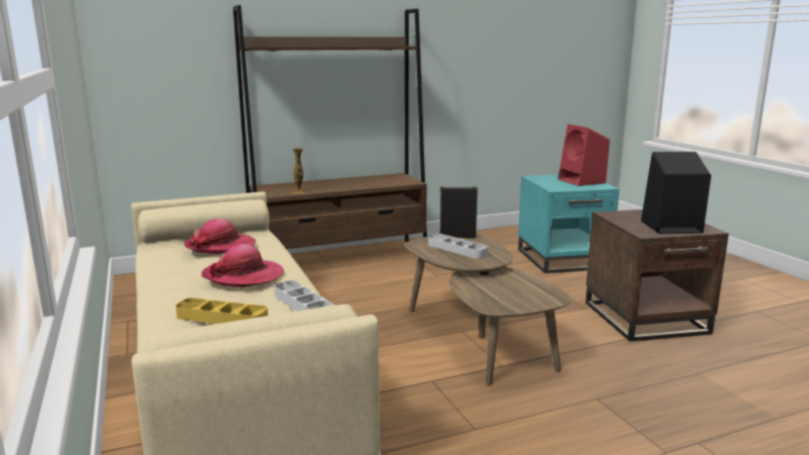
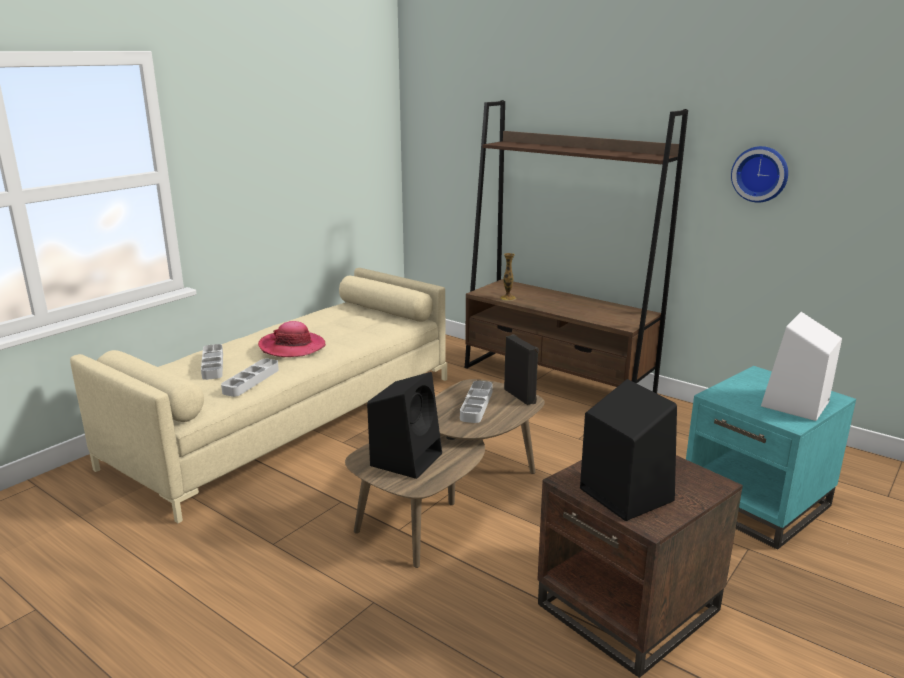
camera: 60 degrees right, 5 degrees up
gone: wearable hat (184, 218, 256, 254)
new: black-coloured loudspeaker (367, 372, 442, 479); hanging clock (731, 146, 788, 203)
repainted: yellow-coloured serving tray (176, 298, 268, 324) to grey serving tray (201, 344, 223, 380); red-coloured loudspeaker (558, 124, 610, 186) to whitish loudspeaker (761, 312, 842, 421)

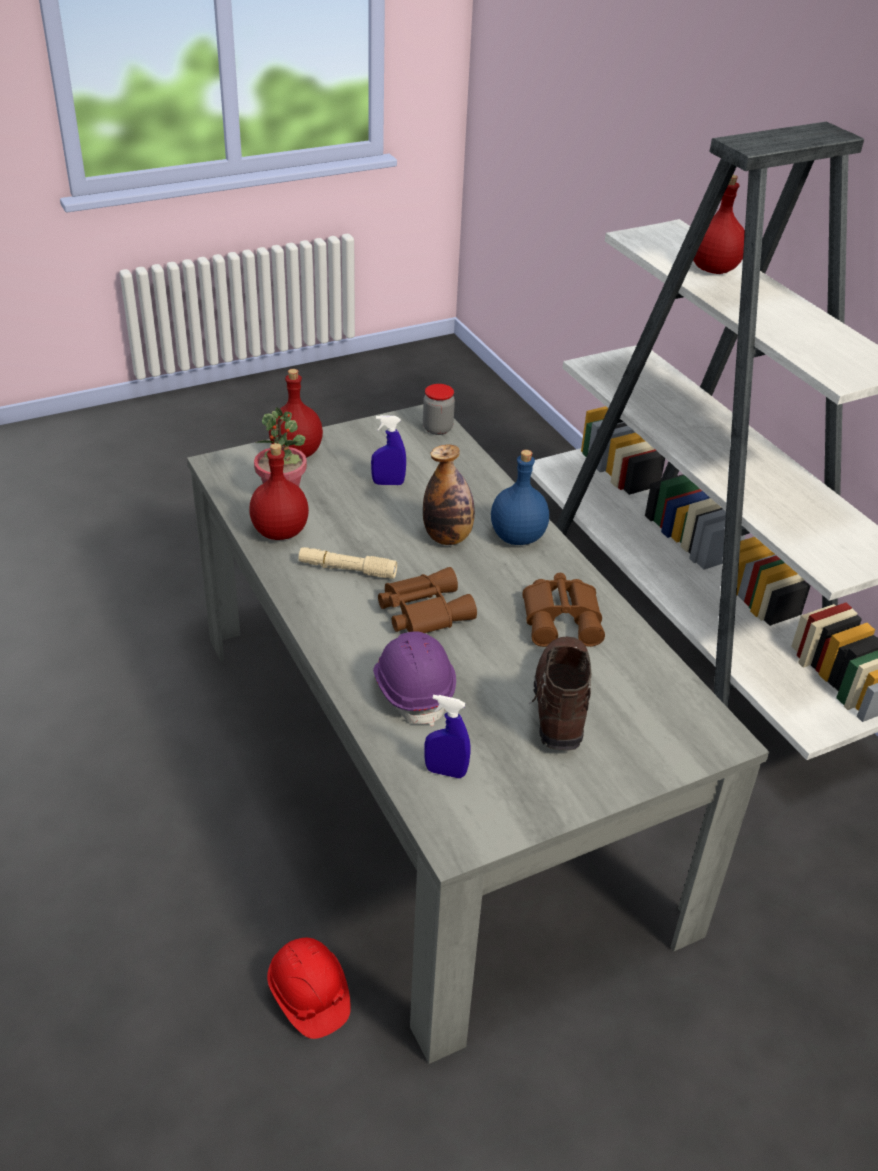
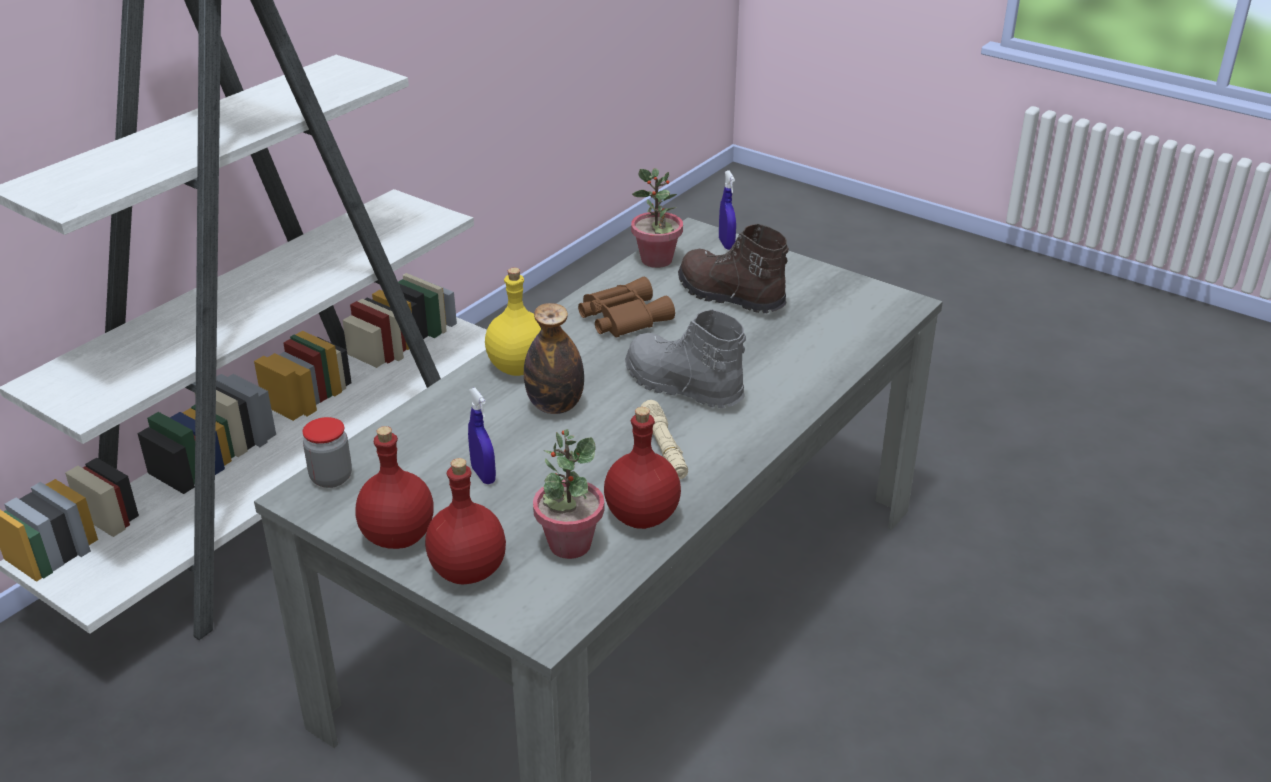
camera: 115 degrees left, 5 degrees down
gone: red-coloured hard hat (267, 938, 351, 1039); purplish hard hat (373, 632, 456, 726)
new: houseplant (631, 168, 683, 268)
shifted: red-coloured drink bottle (693, 175, 745, 274) to (355, 426, 434, 549); bluish sprayer (424, 695, 470, 778) to (719, 170, 736, 250)
swapped: brownish pair of binoculars (378, 567, 477, 633) to grey tall boot (625, 309, 746, 408)
repainted: bluish drink bottle (491, 450, 549, 545) to yellow-coloured drink bottle (485, 268, 541, 376)
rotated: brownish tall boot (529, 637, 592, 751) = (678, 224, 789, 313) 60 degrees clockwise

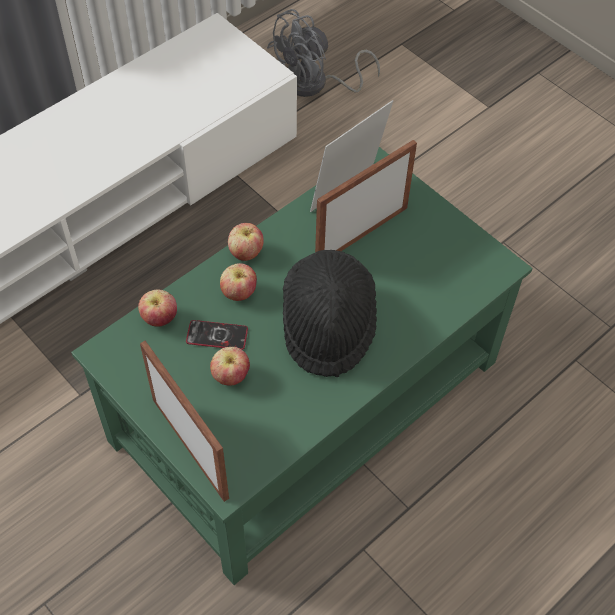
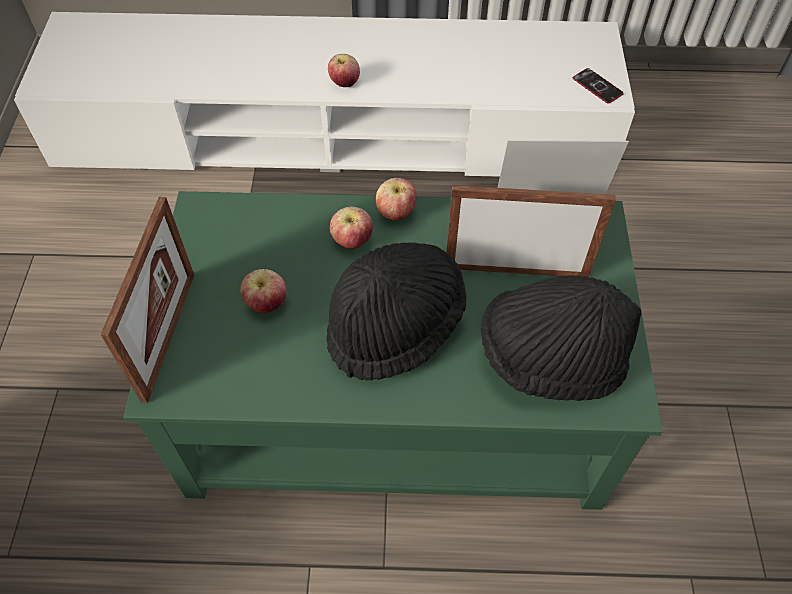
camera: 45 degrees right, 0 degrees up
gone: grey fan (267, 9, 380, 97)
new: black-coloured wearable hat (481, 275, 641, 401)
shifted: apple fruit (138, 290, 177, 327) to (328, 54, 360, 87); telephone (186, 320, 248, 350) to (573, 68, 624, 104)

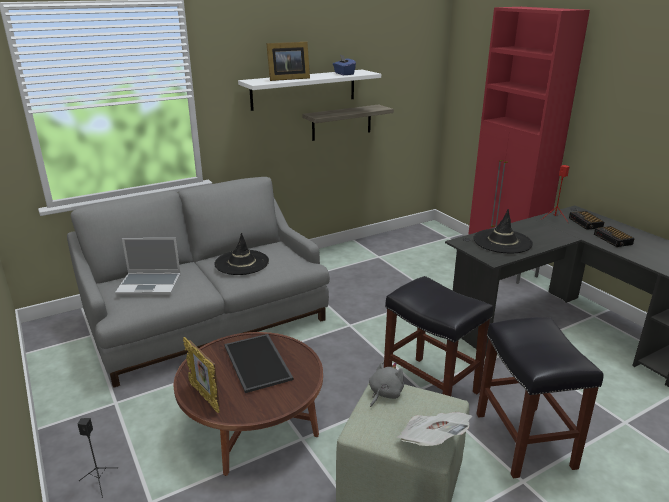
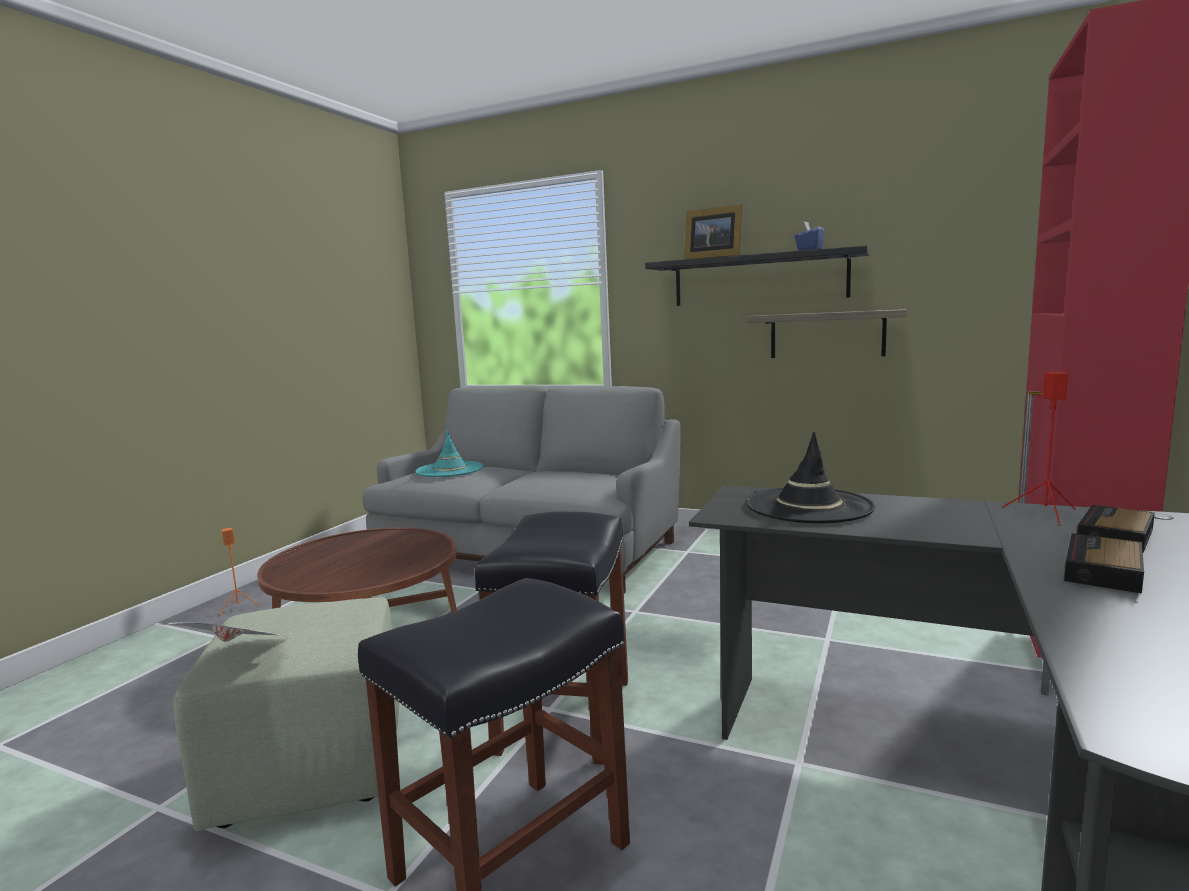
camera: 55 degrees right, 15 degrees down
gone: photo frame (183, 337, 220, 413); black-coloured wearable hat (214, 233, 269, 275); serving tray (224, 334, 293, 393); grey soft toy (369, 360, 404, 407)
swapped: portable computer (115, 238, 181, 295) to blue-green wearable hat (416, 430, 483, 477)
repainted: black-coloured loudspeaker (77, 418, 118, 498) to orangey loudspeaker (218, 528, 262, 617); whitish shelf (238, 70, 381, 111) to black-coloured shelf (645, 246, 870, 306)

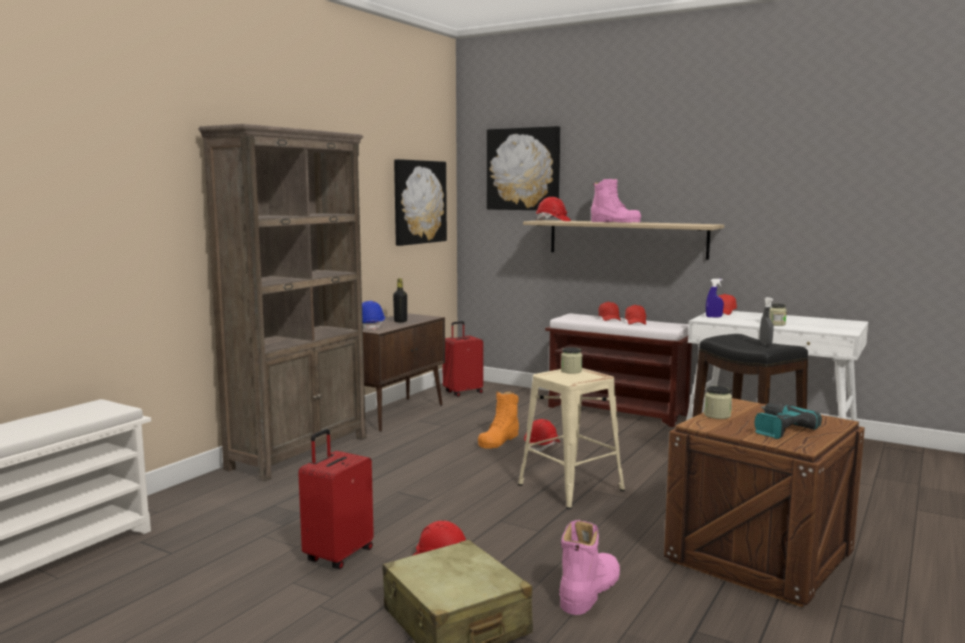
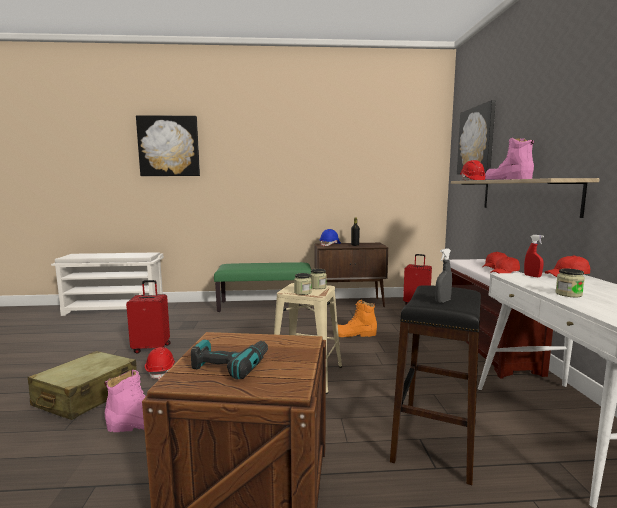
camera: 55 degrees right, 0 degrees up
gone: red-coloured hard hat (524, 419, 560, 453)
shifted: wall picture (394, 159, 447, 246) to (136, 115, 200, 176); preserve jar (704, 386, 732, 419) to (294, 273, 312, 295)
swapped: brownish bookshelf (198, 124, 367, 481) to greenish long seat (214, 262, 312, 312)
repainted: bluish sprayer (706, 279, 724, 317) to red-coloured sprayer (524, 235, 544, 277)
rotated: pinkish tall boot (591, 179, 641, 223) = (485, 138, 534, 179) 150 degrees clockwise

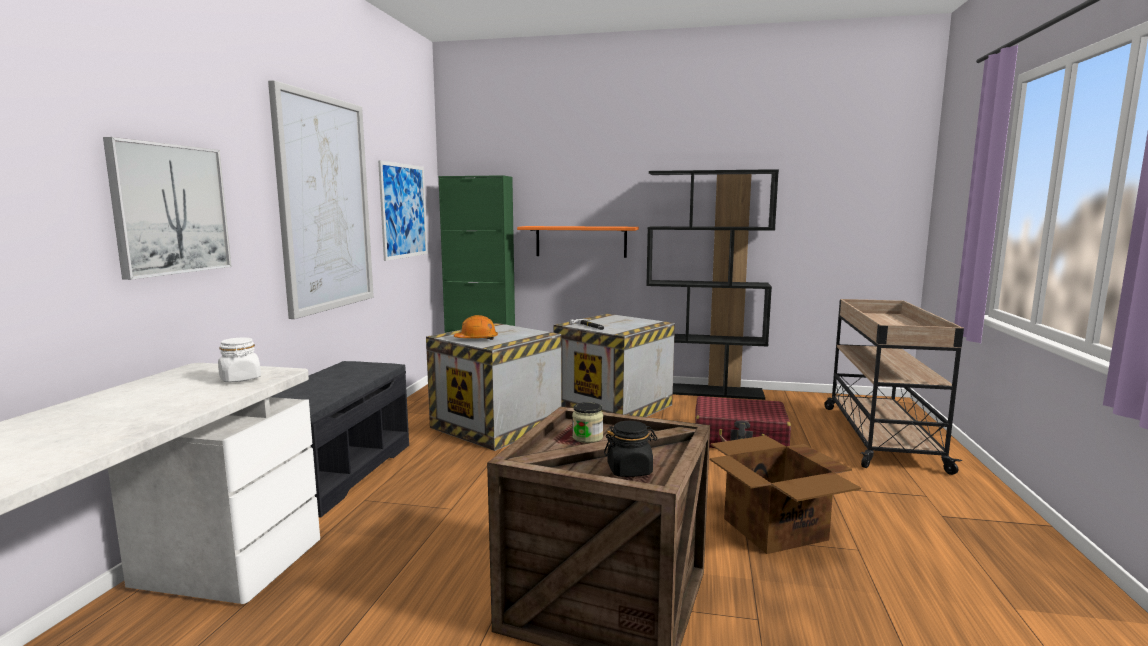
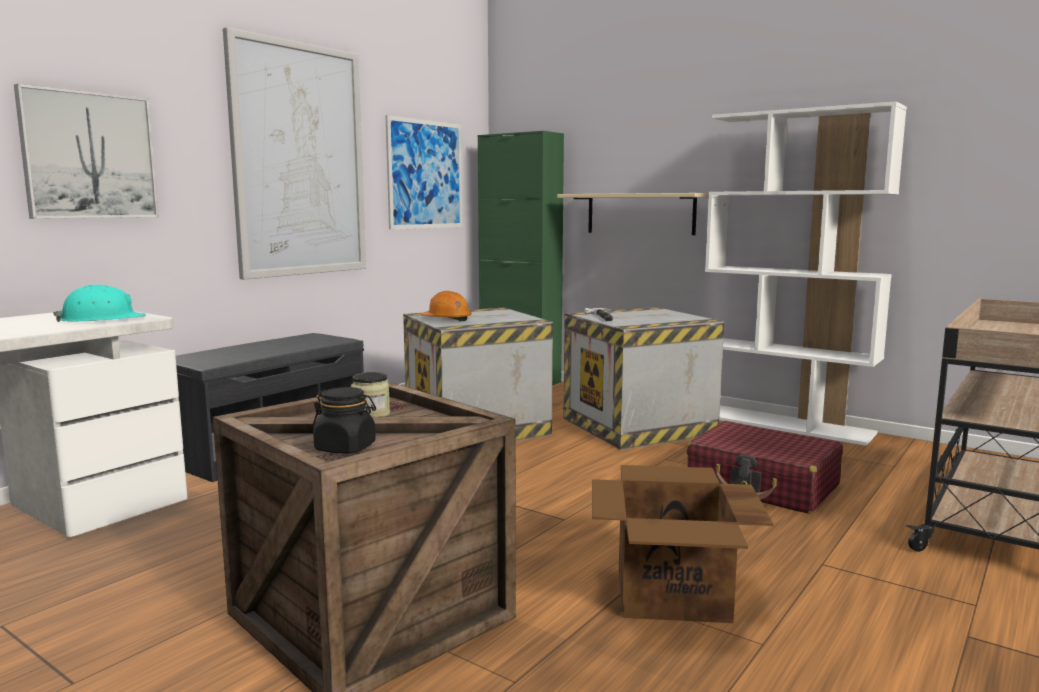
camera: 25 degrees right, 0 degrees up
swapped: whitish preserve jar (218, 337, 261, 382) to blue-green hard hat (53, 285, 146, 322)
repainted: orangey shelf (517, 226, 639, 258) to beige-coloured shelf (557, 193, 709, 235); black-coloured bookshelf (646, 169, 779, 400) to whitish bookshelf (705, 101, 907, 446)

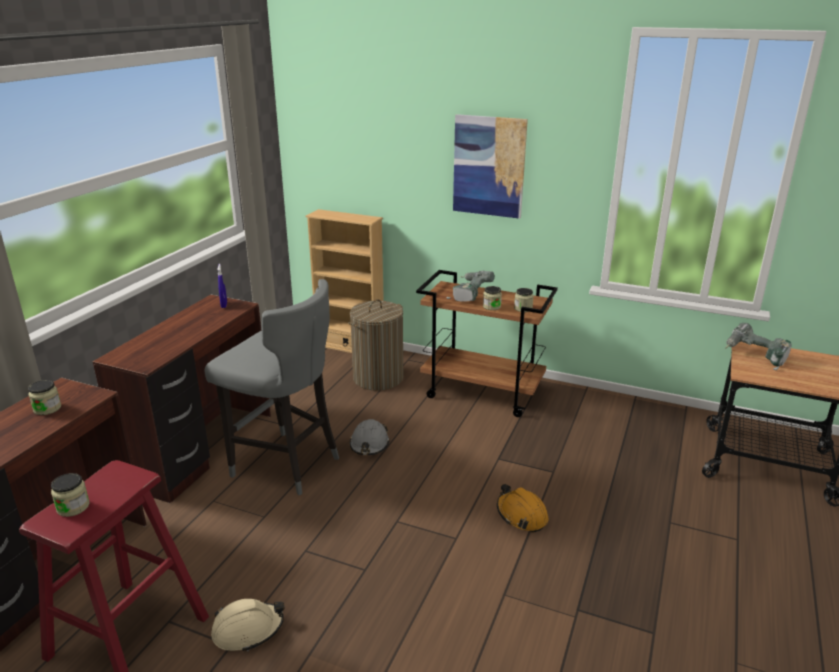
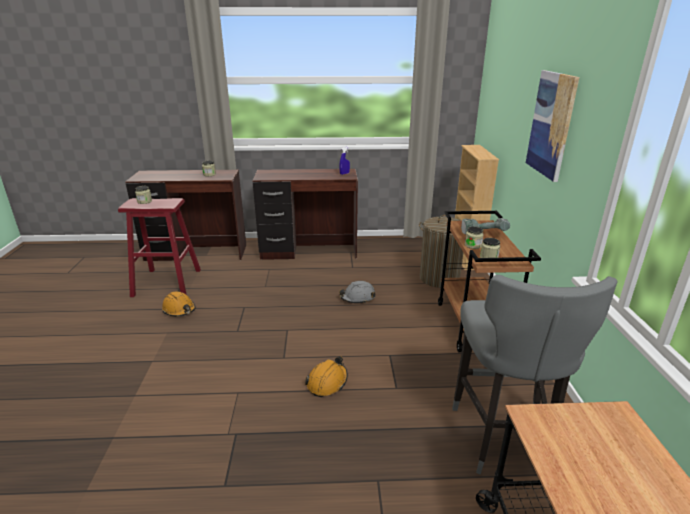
camera: 65 degrees right, 0 degrees up
gone: drill (725, 323, 792, 370)
shifted: grey stool seat (205, 279, 339, 495) to (452, 275, 618, 475)
repainted: beige-coloured hard hat (211, 599, 284, 652) to orangey hard hat (162, 292, 196, 317)

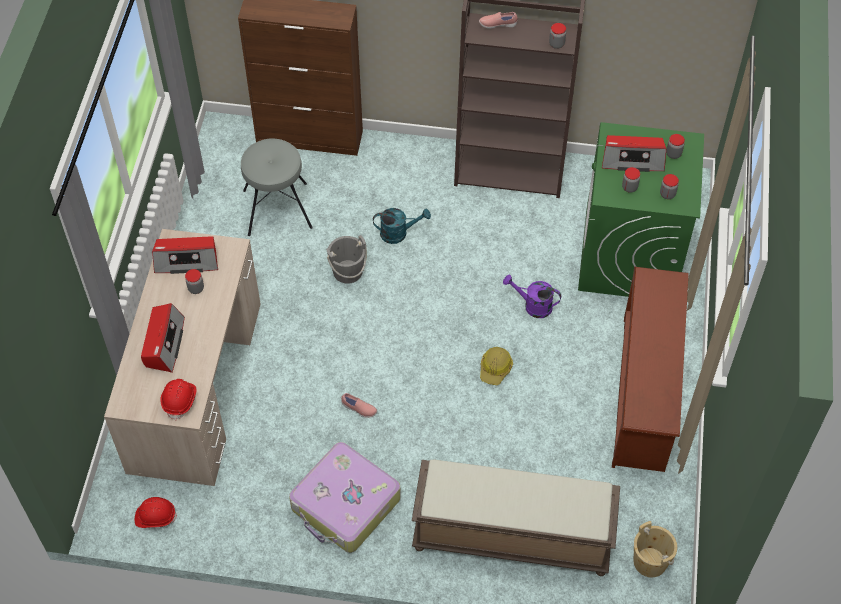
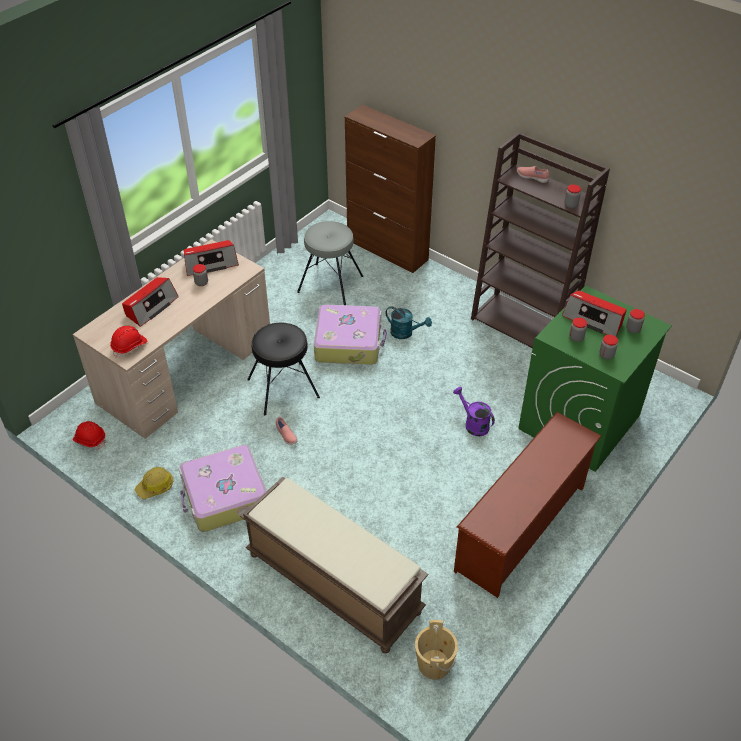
camera: 30 degrees right, 10 degrees down
new: black-coloured stool seat (247, 323, 320, 415)
shifted: hard hat (480, 347, 513, 385) to (135, 467, 173, 499)
swapped: grey bucket (326, 235, 367, 284) to suitcase (314, 305, 387, 365)
rotated: radio (152, 236, 218, 274) = (184, 240, 239, 276) 45 degrees counterclockwise

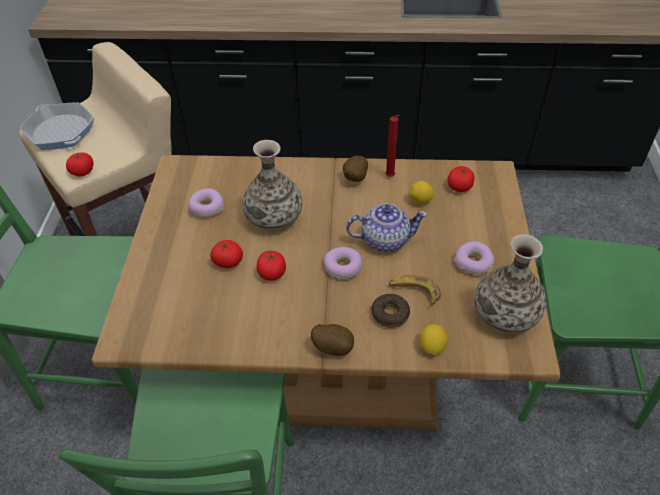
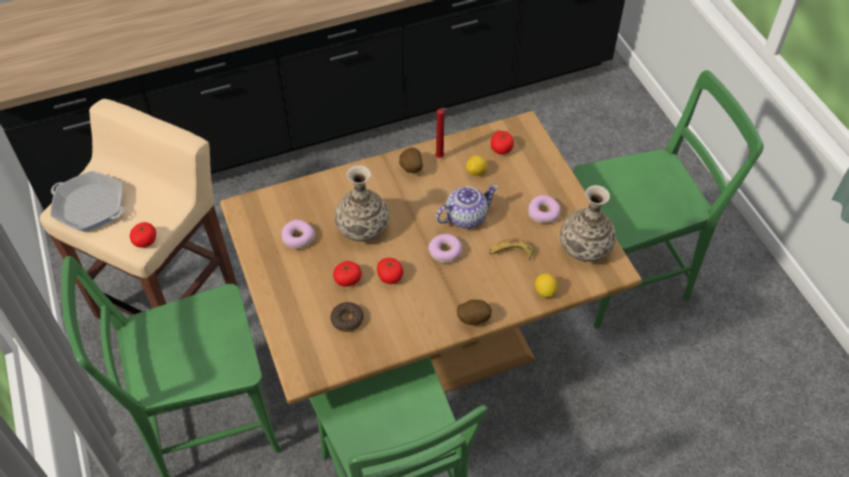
camera: 25 degrees left, 5 degrees up
shifted: donut (371, 294, 410, 328) to (330, 302, 364, 332)

